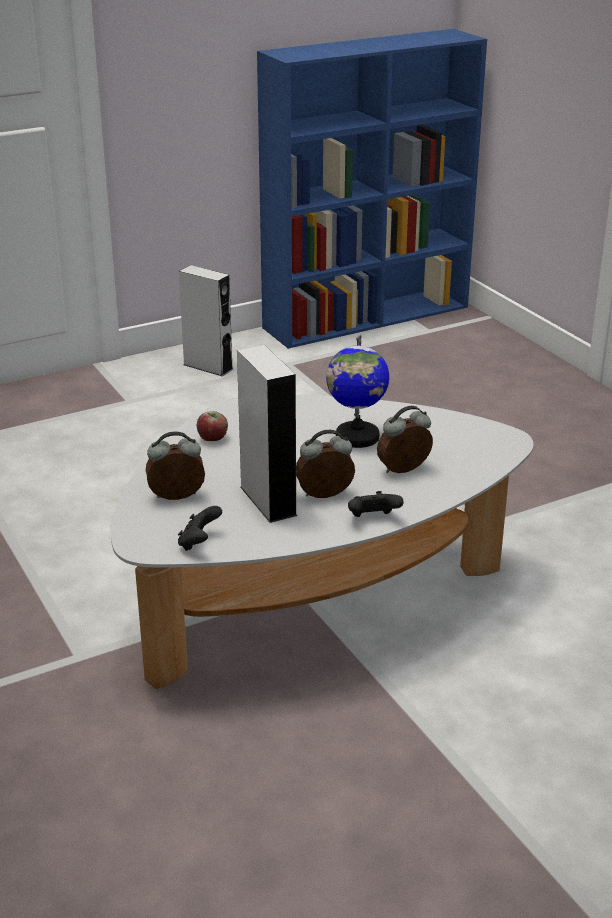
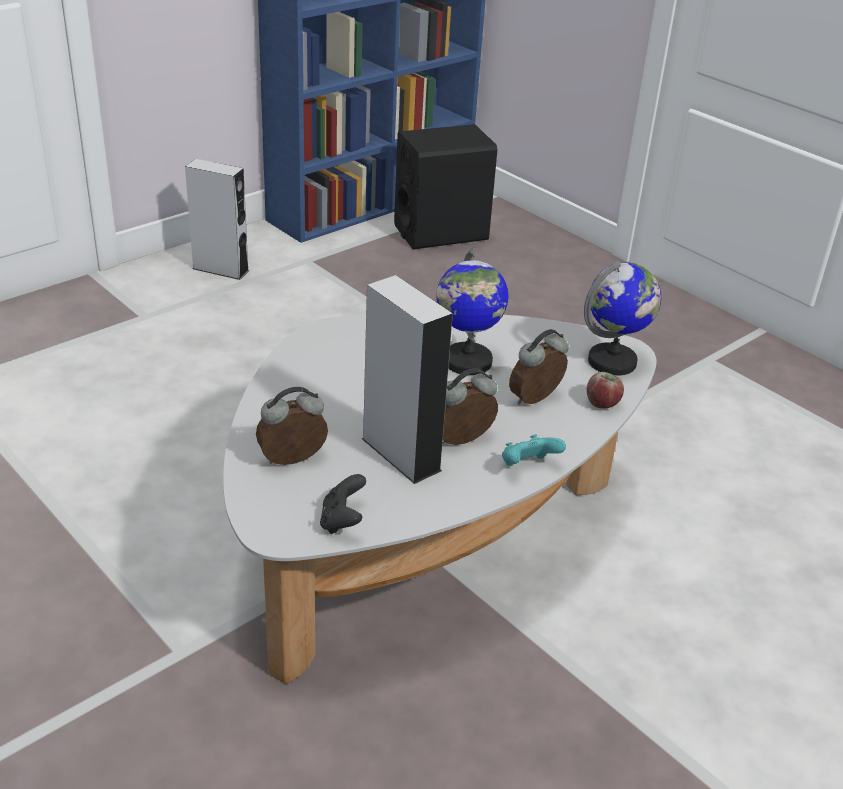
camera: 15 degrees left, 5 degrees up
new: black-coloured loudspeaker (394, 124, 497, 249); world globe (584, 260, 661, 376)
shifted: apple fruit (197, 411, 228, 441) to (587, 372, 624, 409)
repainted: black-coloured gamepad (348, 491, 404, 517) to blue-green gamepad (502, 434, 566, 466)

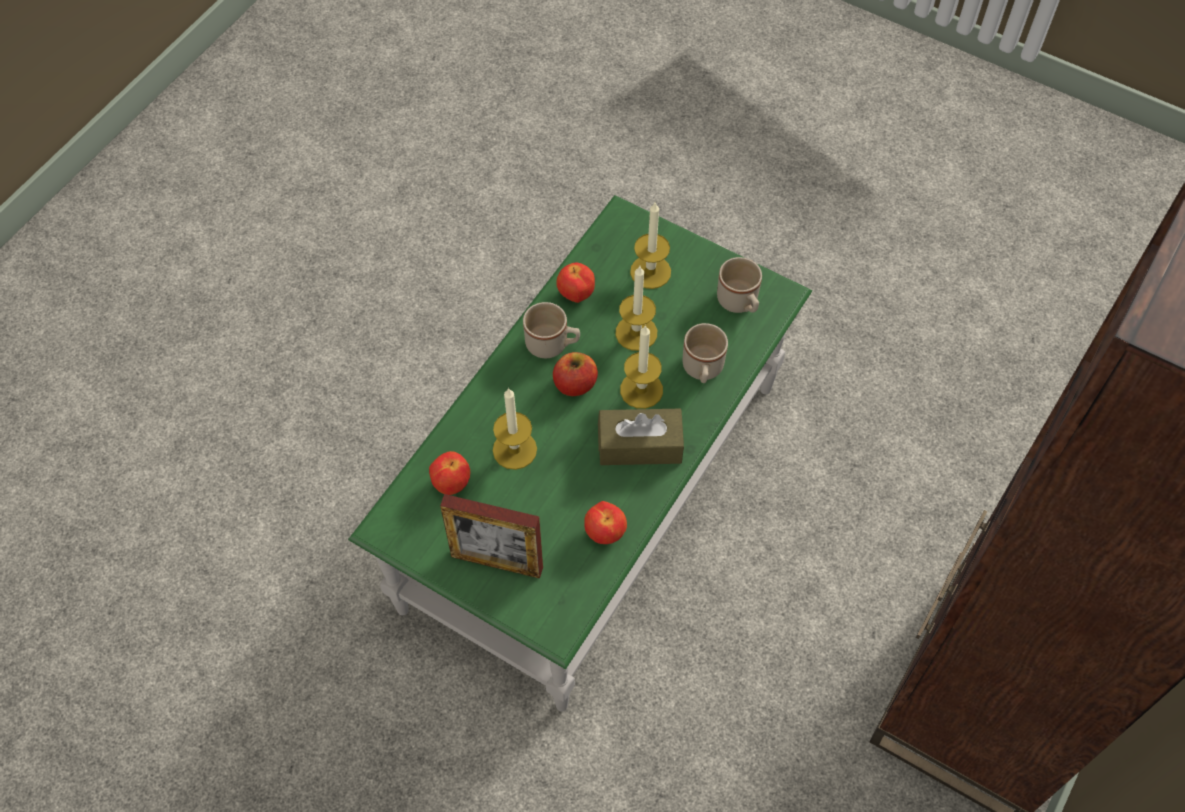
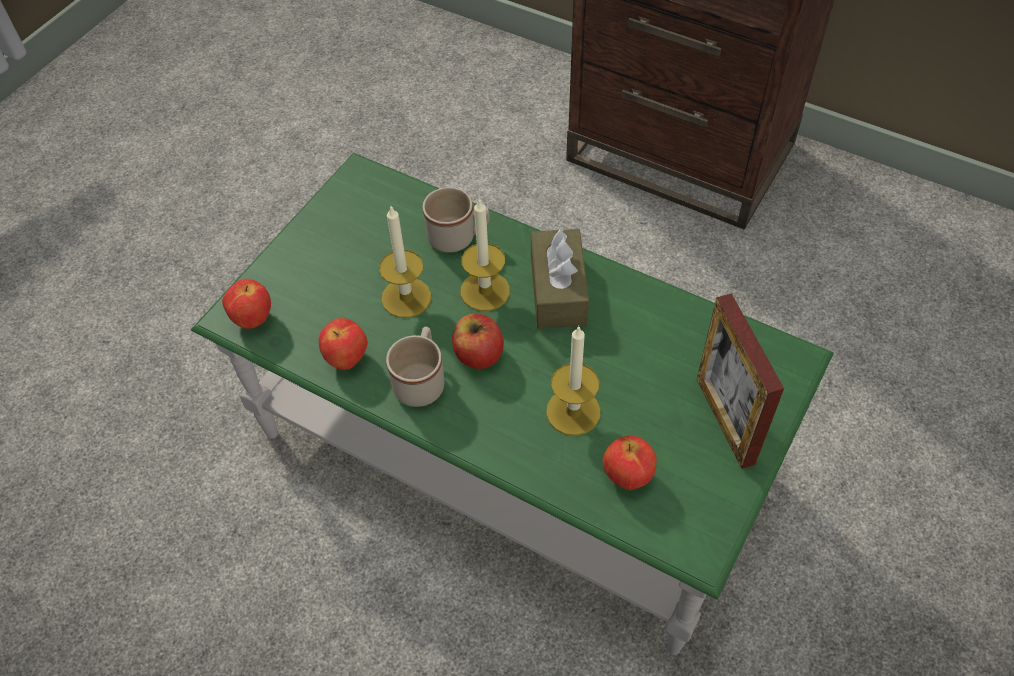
camera: 90 degrees left, 5 degrees down
gone: wax light (630, 203, 671, 289); beige-coloured tea mug (717, 257, 762, 313)
shifted: apple fruit (584, 501, 627, 544) to (222, 279, 271, 329)
rotated: photo frame (440, 494, 543, 579) = (697, 293, 784, 469) 150 degrees clockwise

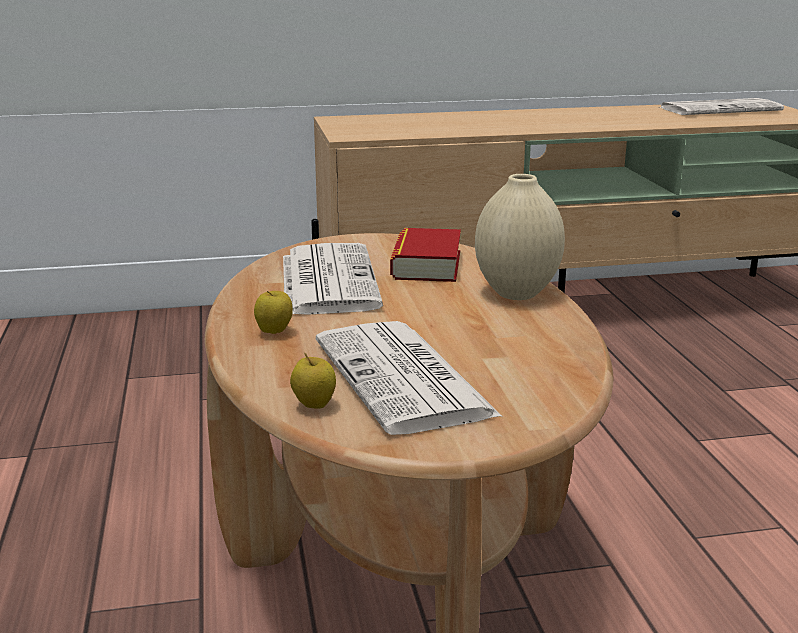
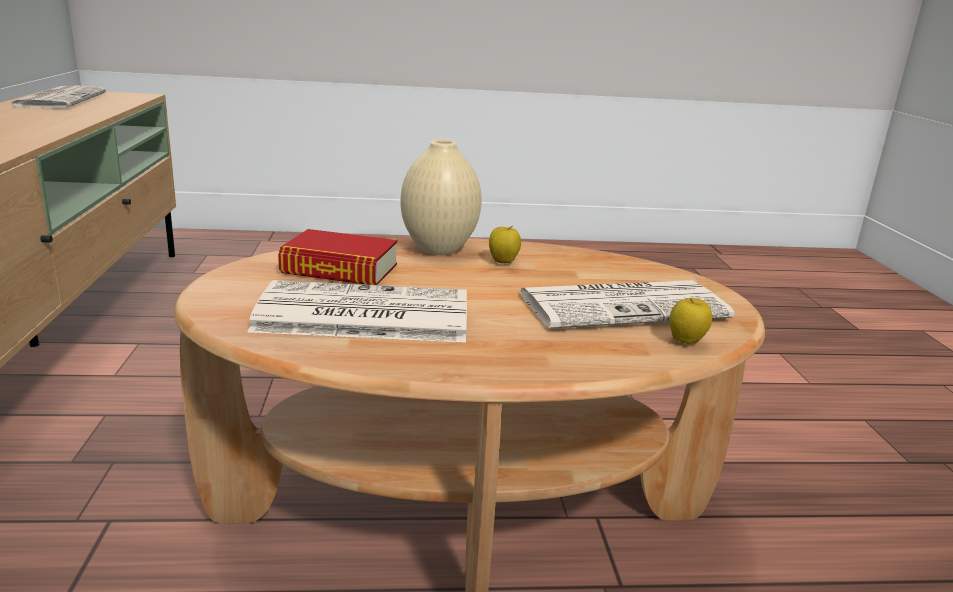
camera: 85 degrees left, 0 degrees up
shifted: apple fruit (254, 291, 293, 334) to (489, 225, 521, 263)

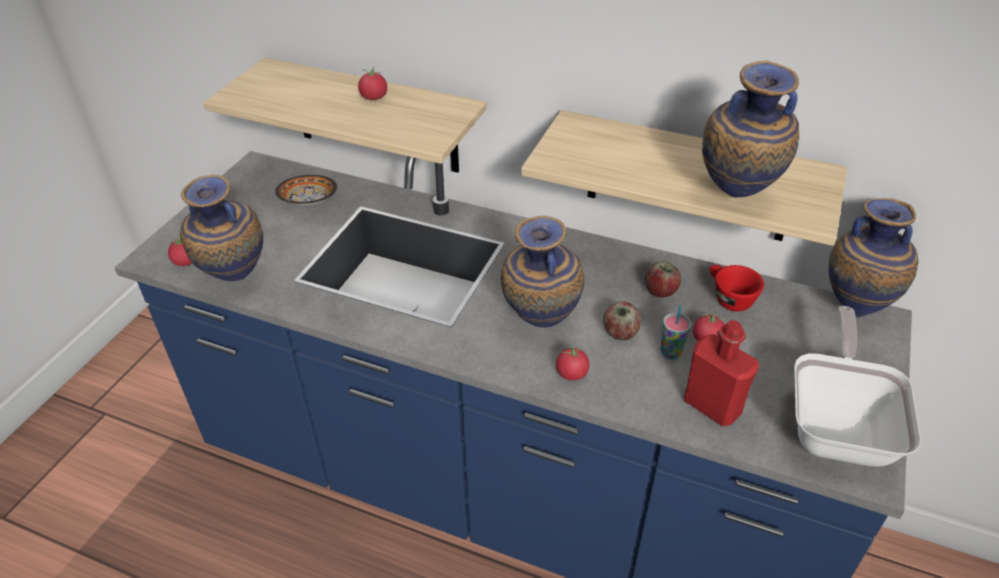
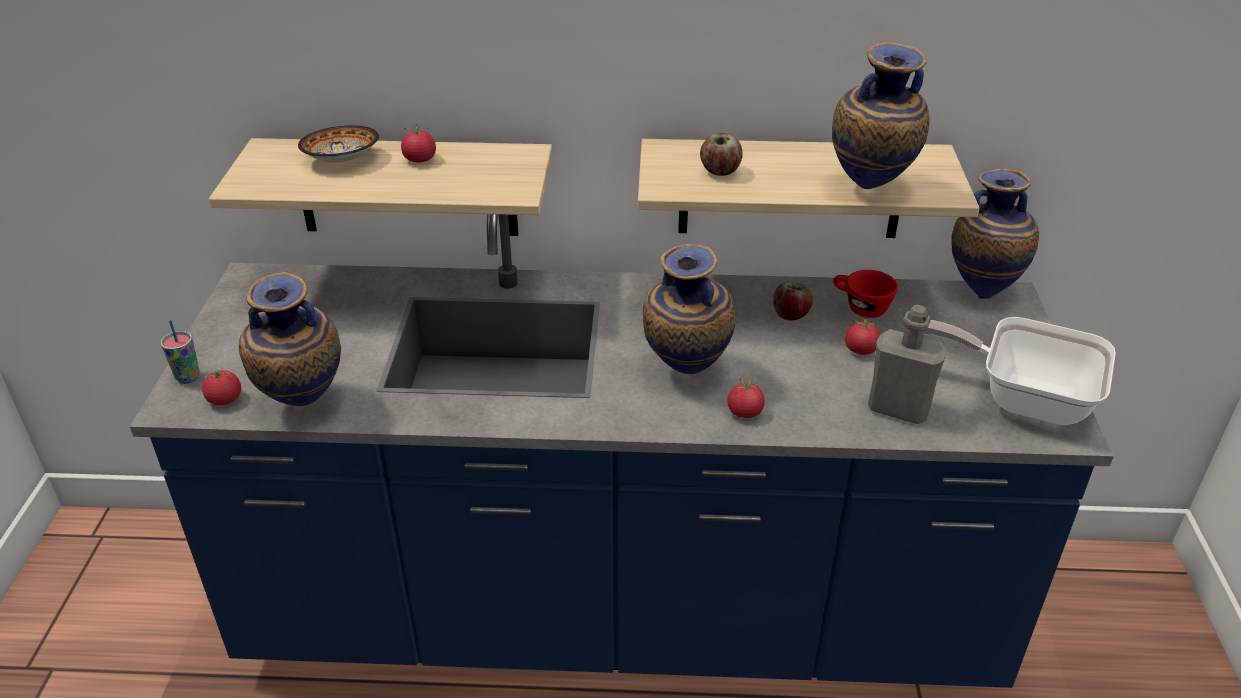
camera: 20 degrees left, 5 degrees down
shifted: small cup (660, 305, 691, 360) to (161, 320, 200, 384); serving bowl (275, 175, 337, 206) to (298, 125, 379, 162); apple fruit (603, 301, 641, 340) to (700, 133, 743, 176)
repainted: red-coloured drink bottle (684, 320, 759, 426) to grey drink bottle (868, 305, 947, 424)
rotated: skillet (794, 306, 921, 467) = (924, 317, 1116, 425) 60 degrees counterclockwise

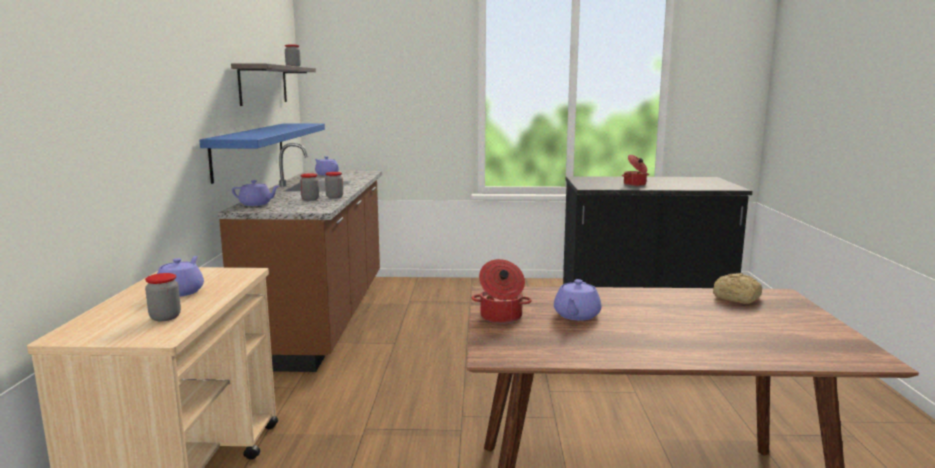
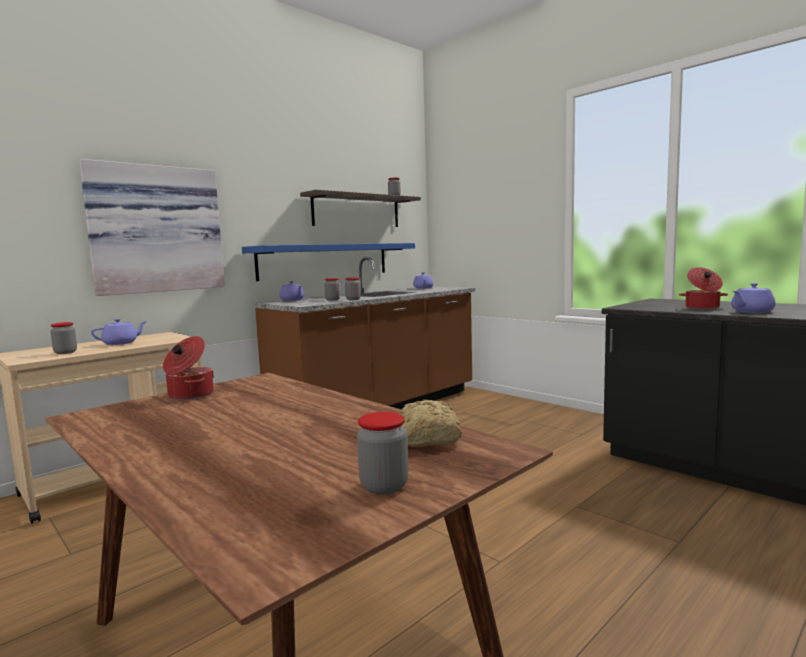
camera: 45 degrees right, 5 degrees down
new: wall picture (79, 159, 225, 296); preserve jar (357, 412, 408, 495)
shifted: purplish teapot (554, 279, 601, 321) to (731, 283, 776, 313)

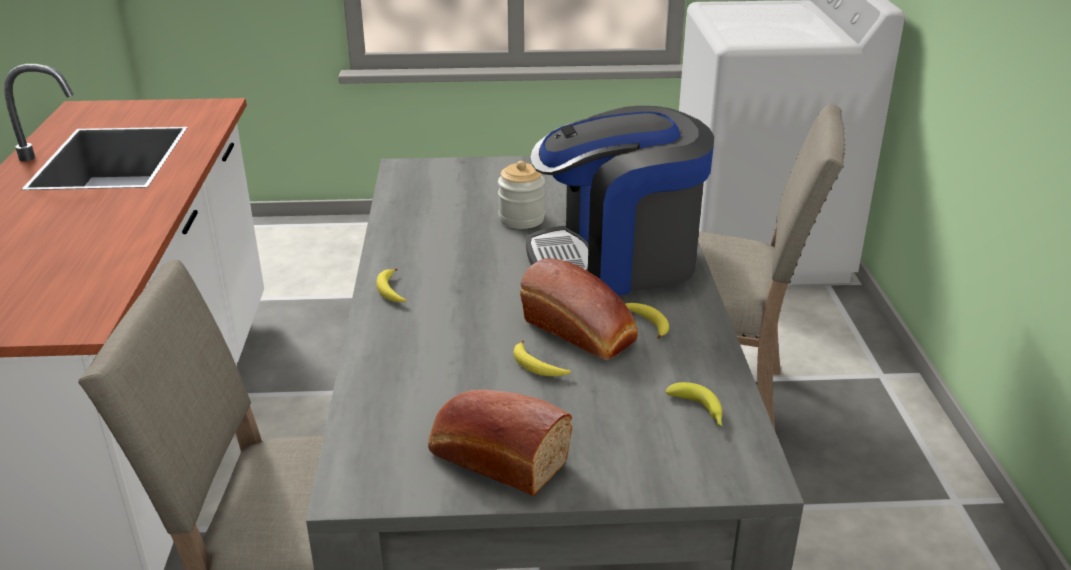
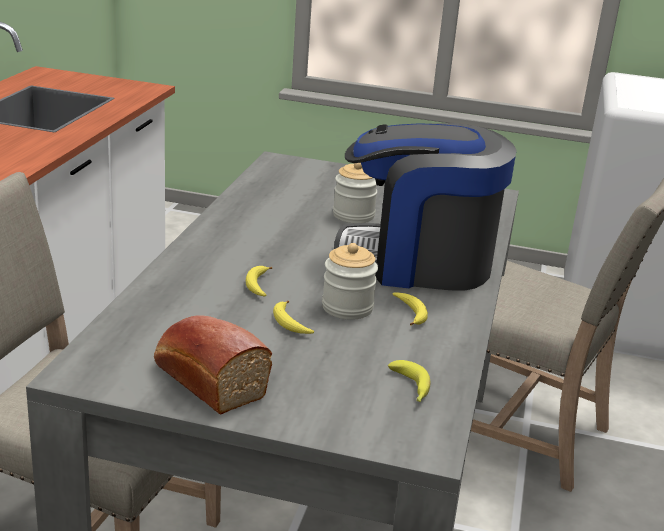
camera: 15 degrees right, 5 degrees down
shifted: banana (376, 268, 407, 302) to (246, 266, 272, 297)
swapped: bakery bread (520, 258, 638, 360) to preserve jar (322, 243, 378, 320)

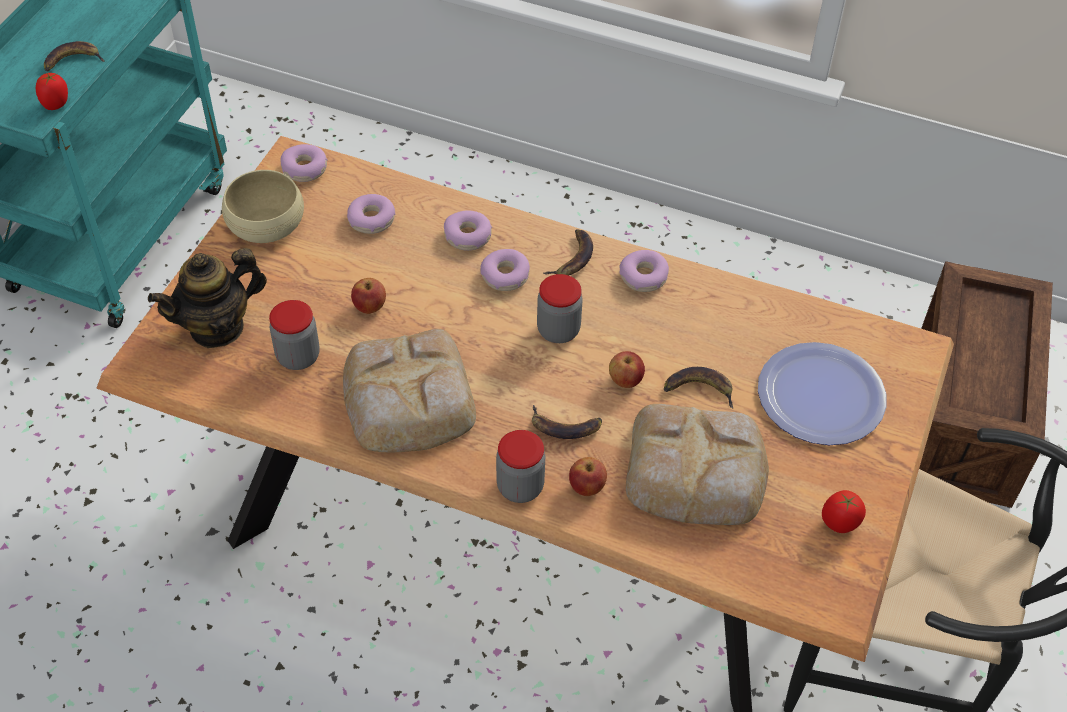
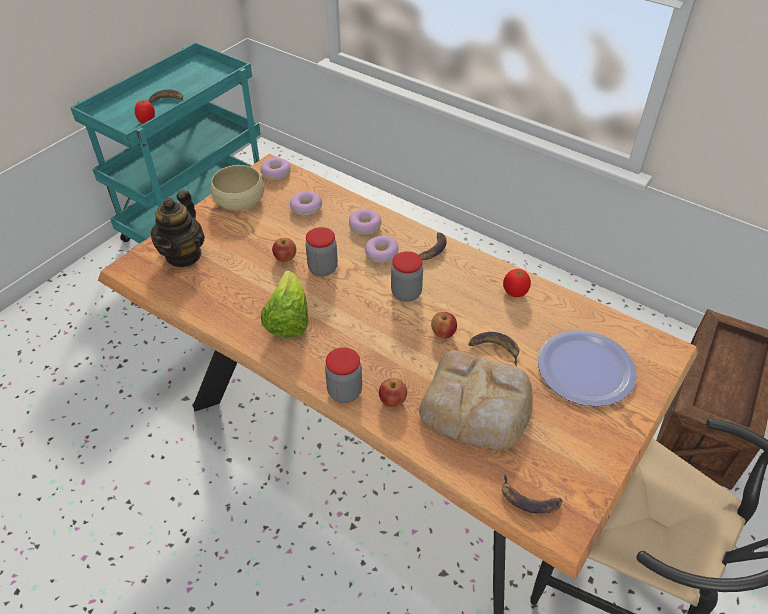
camera: 15 degrees right, 5 degrees down
gone: donut (619, 250, 669, 292)
shifted: preserve jar (269, 300, 320, 370) to (305, 227, 338, 276); banana (532, 405, 602, 439) to (502, 475, 562, 514); whole tomato (822, 490, 866, 533) to (503, 269, 531, 297)
swapped: bakery bread (343, 329, 476, 452) to lettuce (261, 270, 308, 338)
rotated: teapot (148, 248, 267, 348) = (150, 190, 205, 267) 60 degrees counterclockwise

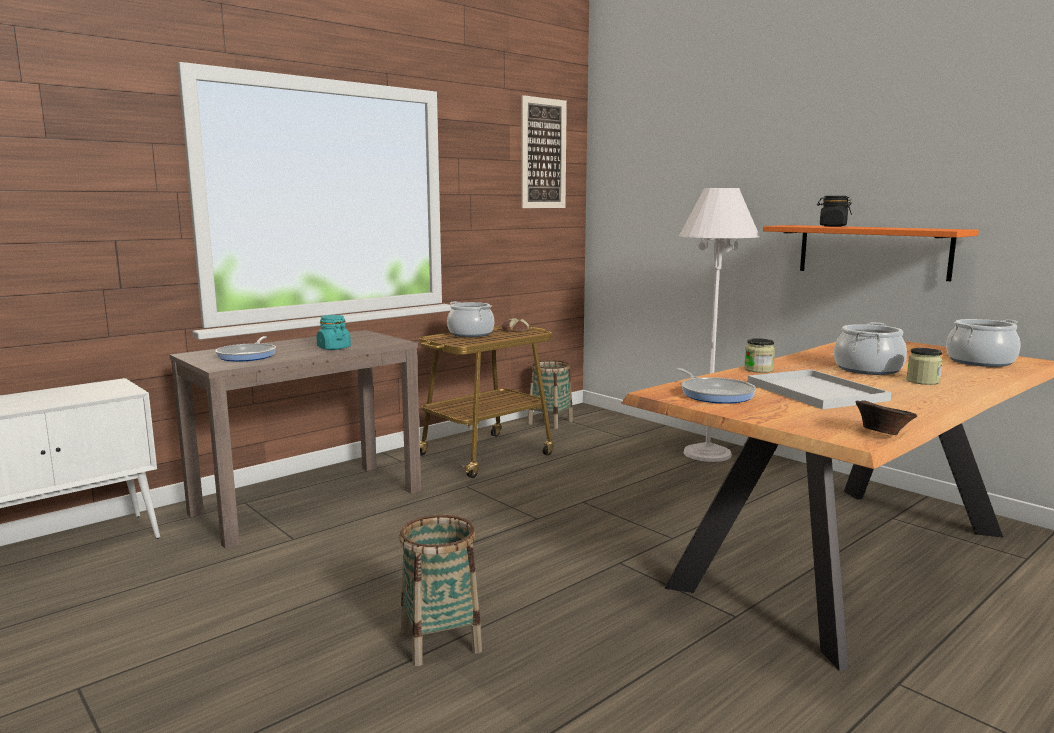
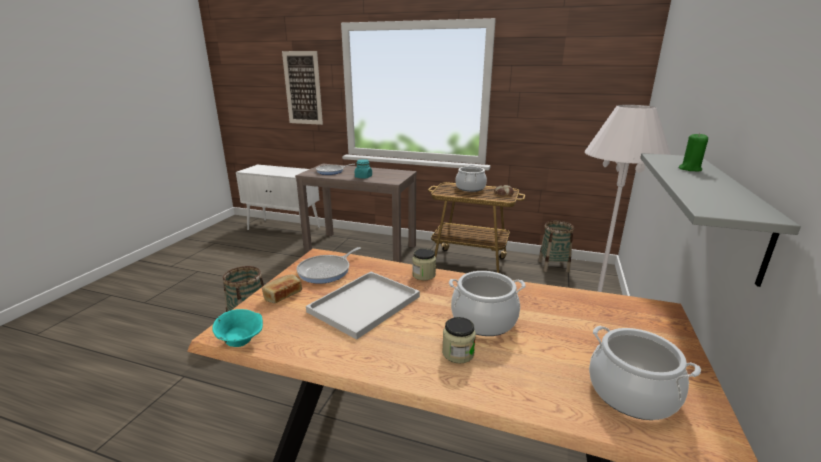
camera: 60 degrees right, 10 degrees up
new: bakery bread (262, 275, 302, 303)
shifted: wall picture (521, 95, 567, 208) to (282, 51, 323, 125)
swapped: black-coloured preserve jar (817, 196, 852, 227) to greenish wax light (679, 133, 708, 172)
repainted: brownish serving bowl (856, 400, 917, 435) to blue-green serving bowl (212, 309, 263, 347); orangey shelf (763, 225, 979, 281) to grey shelf (640, 153, 801, 287)

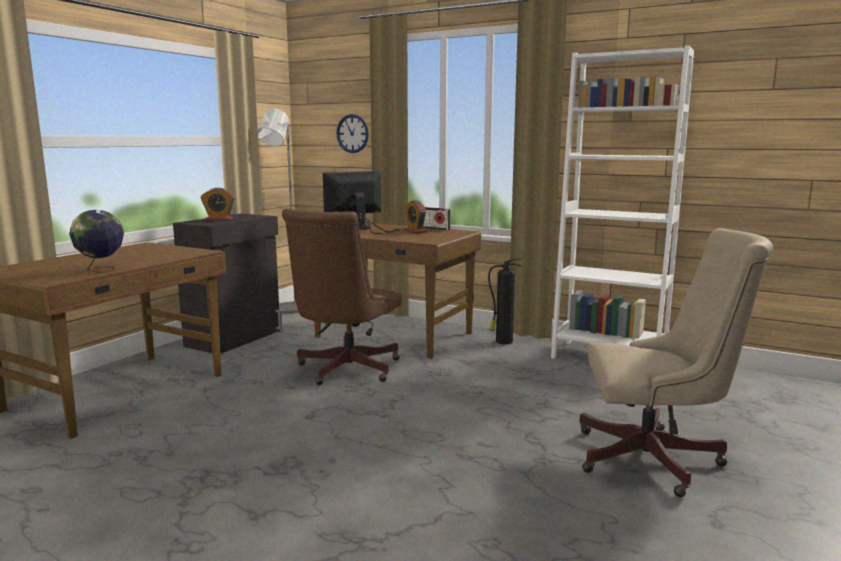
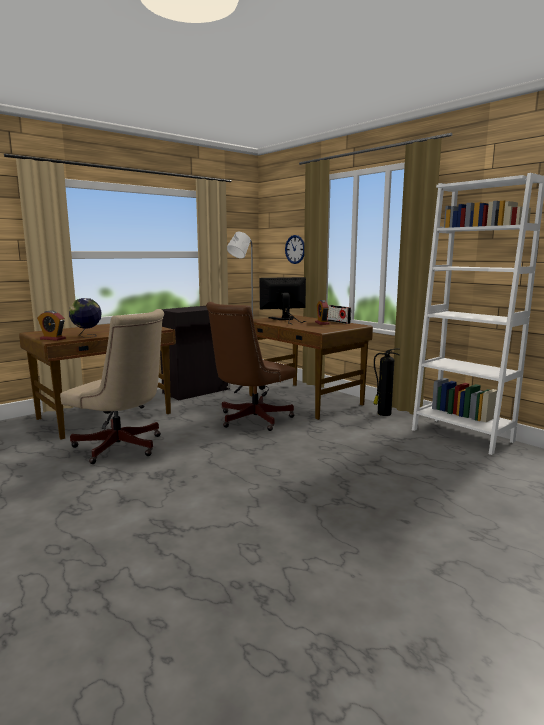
camera: 20 degrees right, 0 degrees up
shifted: alarm clock (201, 188, 235, 221) to (37, 310, 66, 341); beige-coloured office chair (579, 228, 773, 497) to (60, 309, 164, 464)

